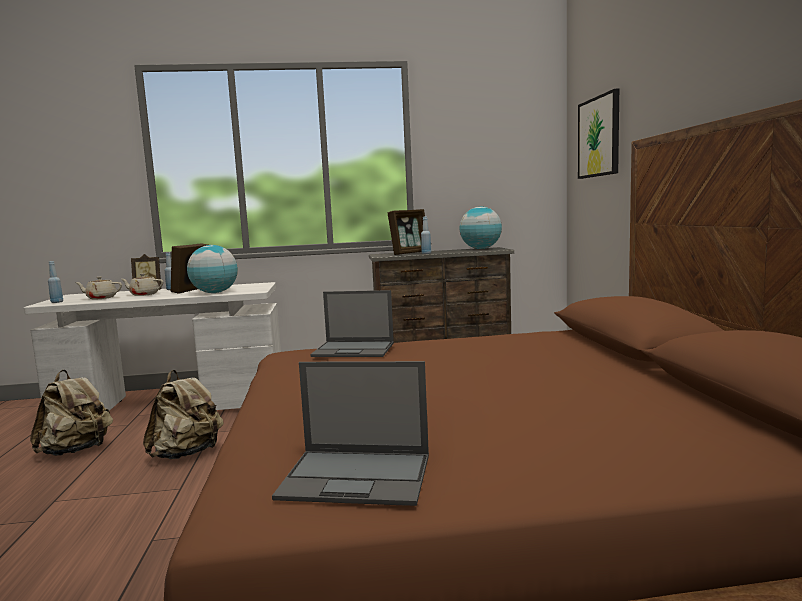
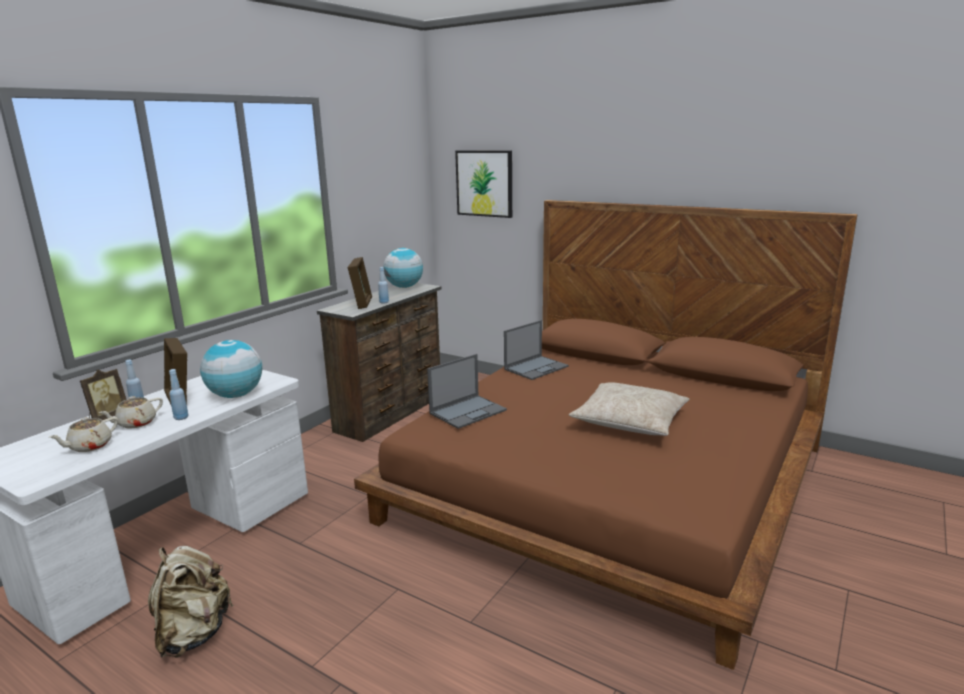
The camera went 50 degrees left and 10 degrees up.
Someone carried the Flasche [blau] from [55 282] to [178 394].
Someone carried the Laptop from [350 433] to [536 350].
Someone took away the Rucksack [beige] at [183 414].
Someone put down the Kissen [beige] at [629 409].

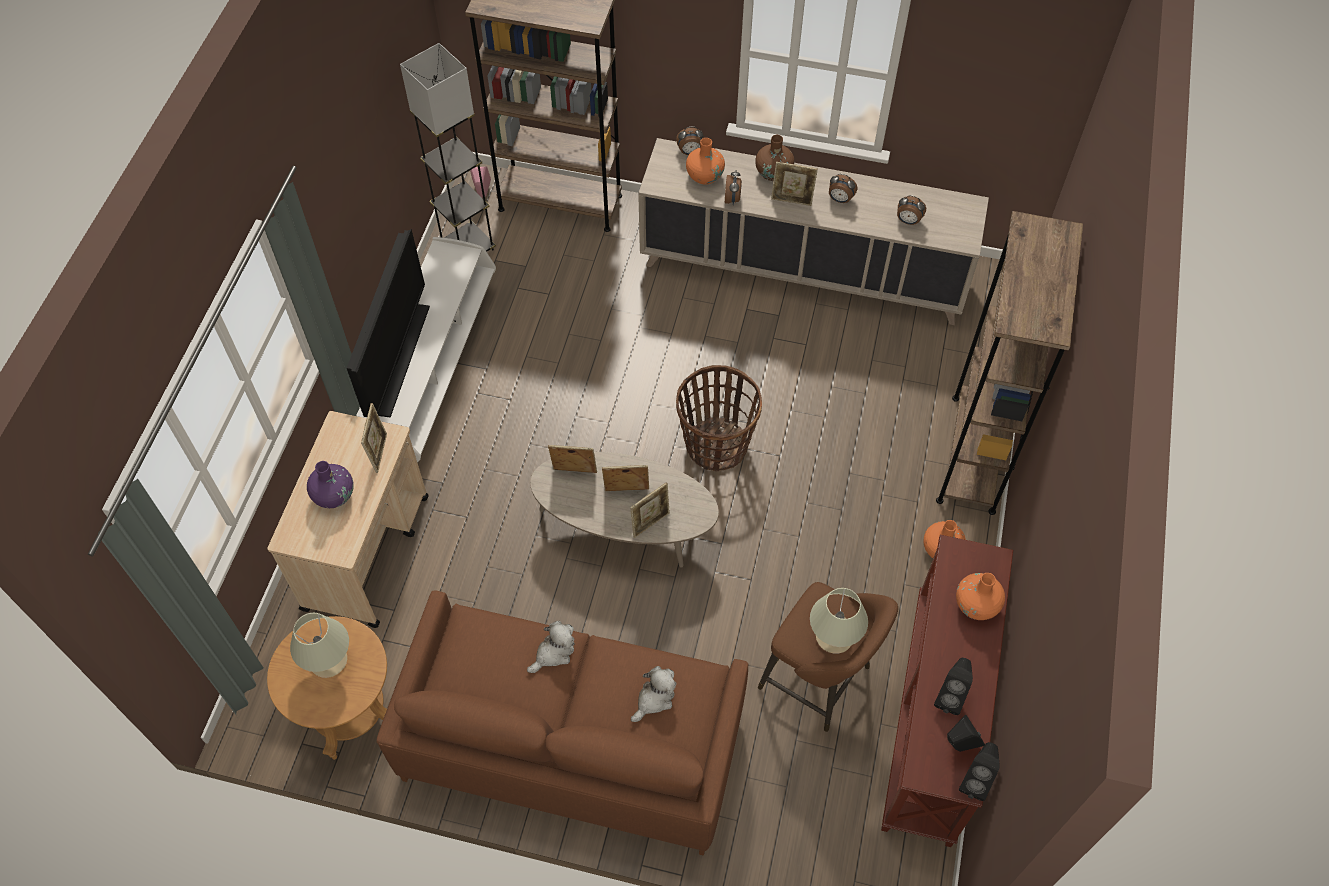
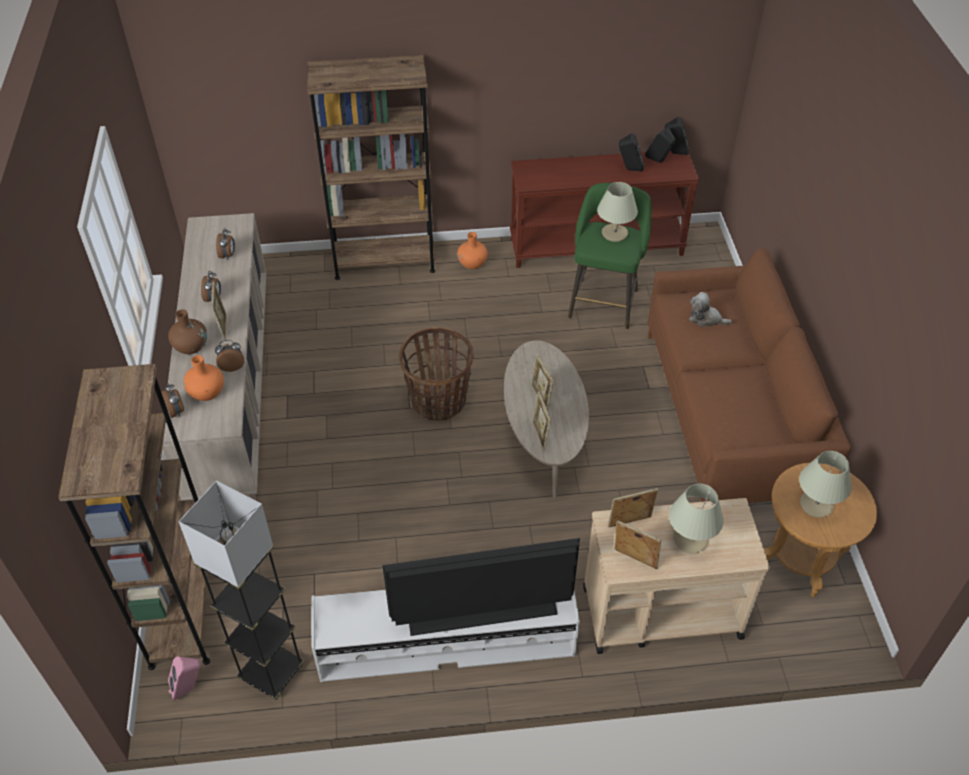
The camera went 110 degrees left and 10 degrees down.
Someone swapped the Vase [lila] at [330 484] for the Tischlampe [beige] at [696 519].
Someone carried the Bilderrahmen from [650 510] to [637 545].
Someone took away the Vase [orange] at [980 596].
Someone repainted the Hocker [braun] at [828 657], which became the Hocker [grün] at [610 256].
Someone took away the Plüschtier at [551 647].

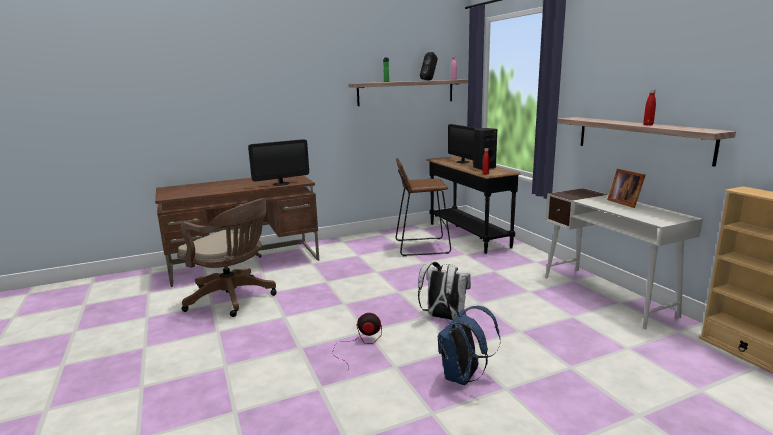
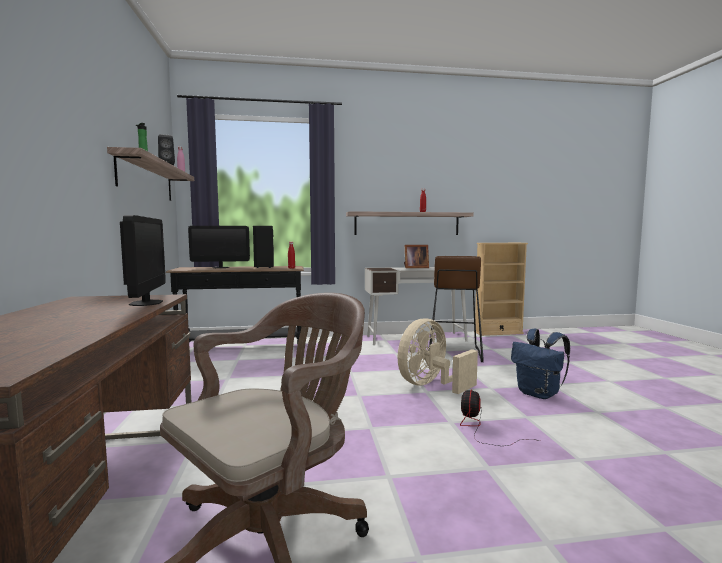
The camera went 75 degrees left and 10 degrees down.
Someone carried the Hocker [braun] from [423 207] to [456 309].
Someone swapped the Rucksack [weiß] at [444 290] for the Ventilator [beige] at [438 356].

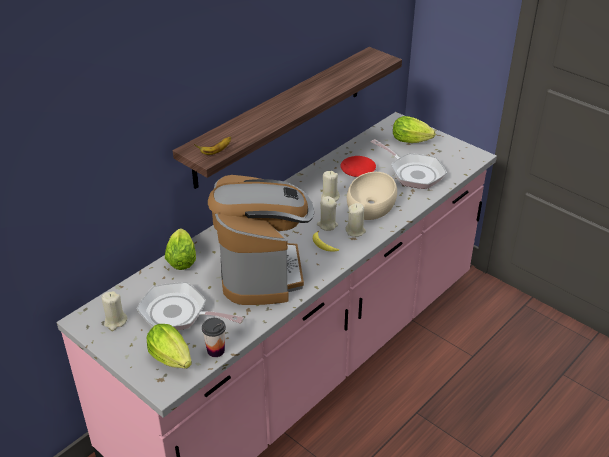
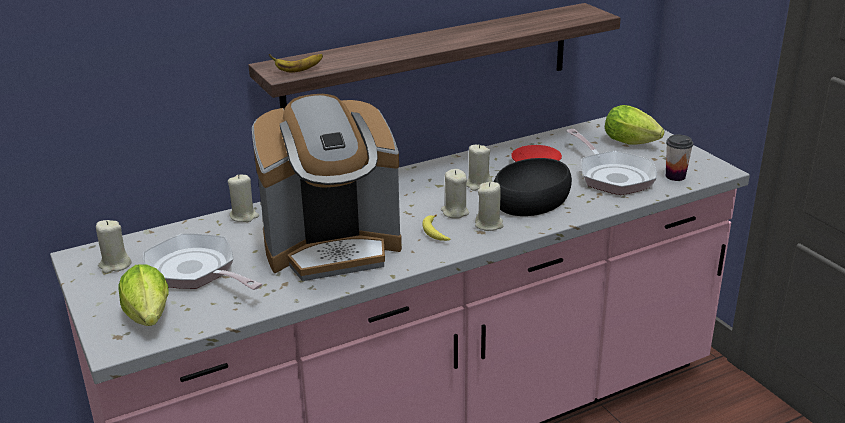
The camera went 20 degrees right and 10 degrees down.
Someone repainted the Schüssel [beige] at [372 196], which became the Schüssel [schwarz] at [533 187].
Someone rotated the Kaffeemaschine at [261 240] by 60 degrees clockwise.
Someone swapped the Salatkopf at [180 249] for the Kerze [beige] at [243 198].
Someone carried the Tasse from [214 337] to [679 158].

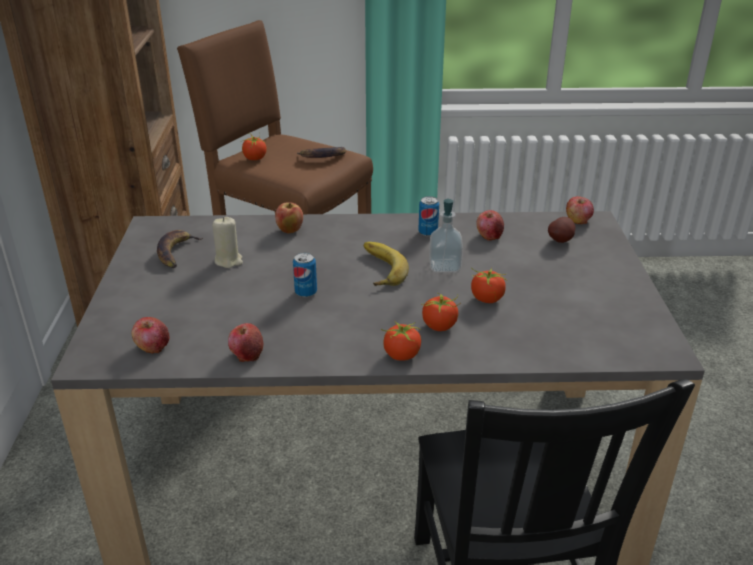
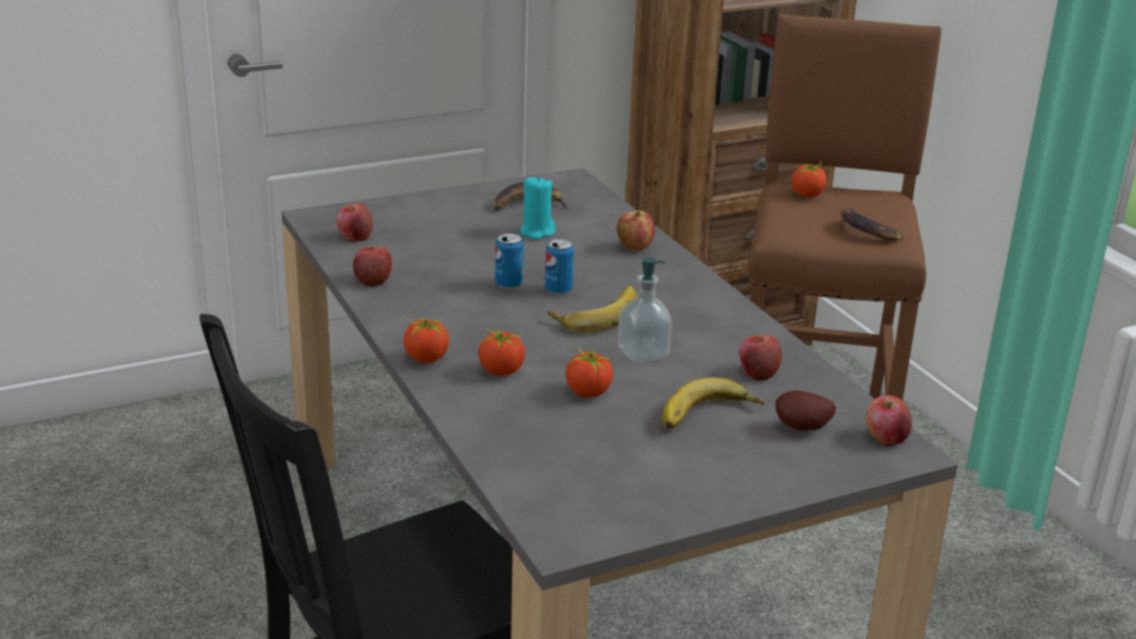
The camera went 65 degrees right and 5 degrees down.
Someone carried the Dose from [428 216] to [559 267].
Someone repainted the Kerze [beige] at [227 242], which became the Kerze [türkis] at [538 208].
Someone put down the Banane at [713 403].

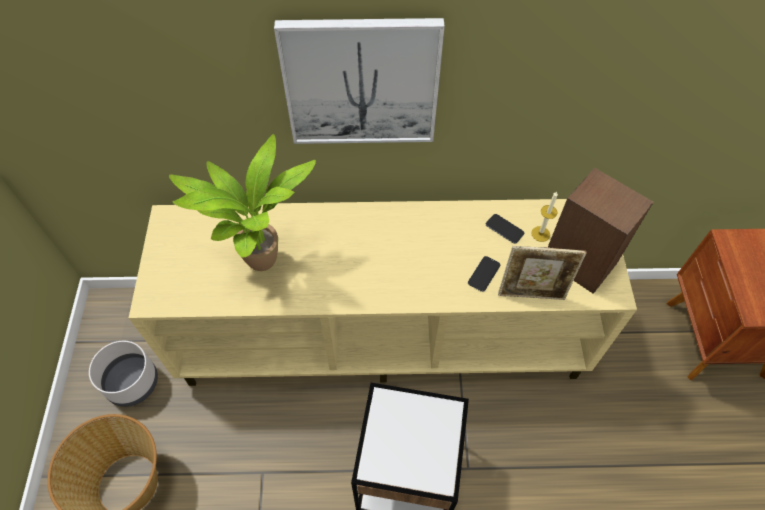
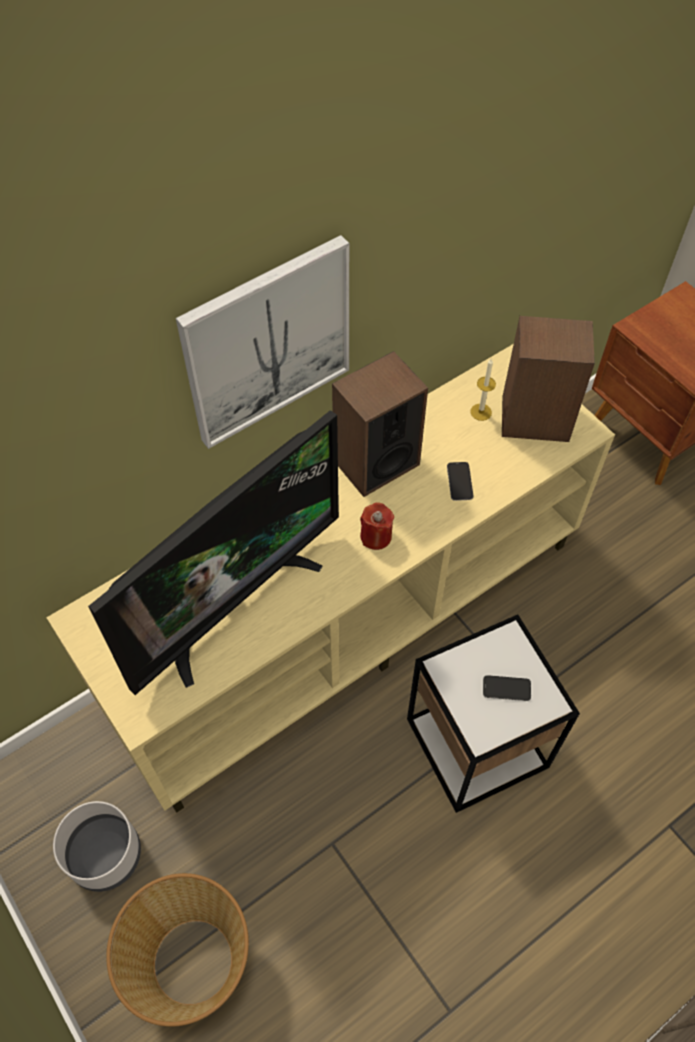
The camera went 35 degrees left and 0 degrees up.
Someone swapped the Topfpflanze at [242 202] for the Fernseher at [213 552].
Someone carried the Handy from [505 229] to [507 688].
Someone took away the Bilderrahmen at [542 273].
Someone put down the Lautsprecher at [380 424].
Someone put down the Kerze [rot] at [377 526].

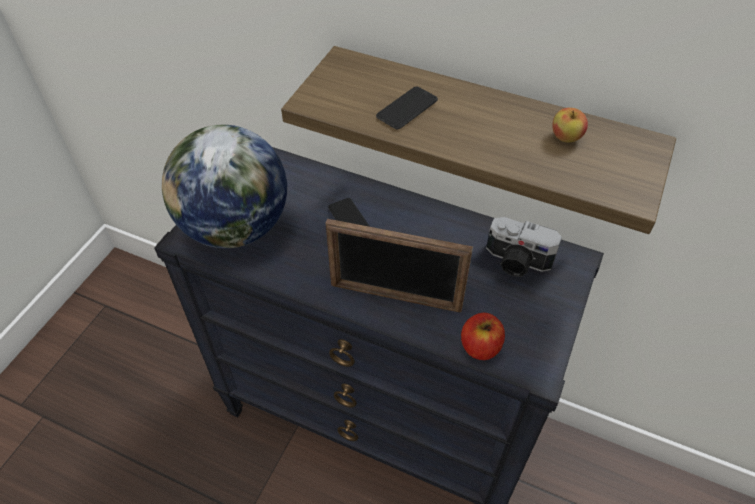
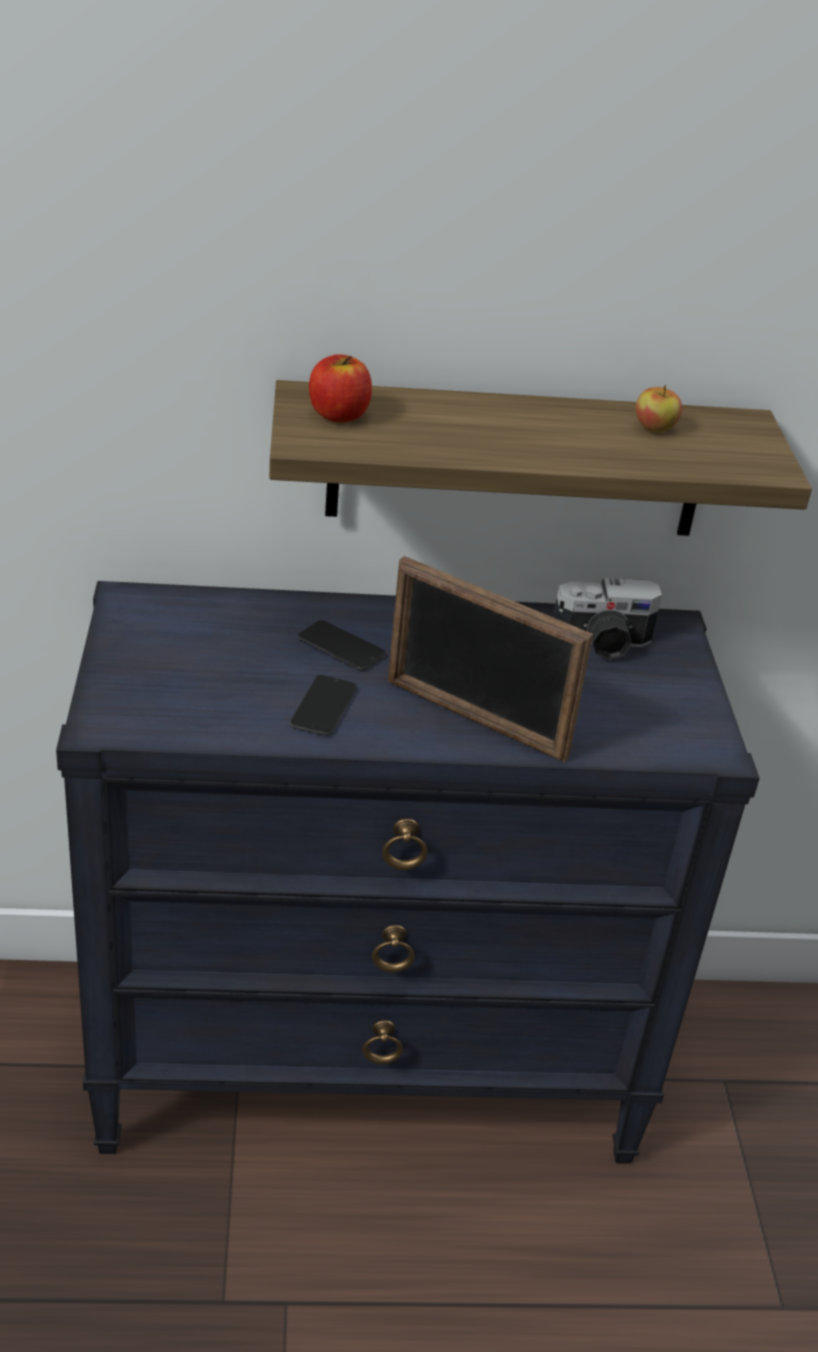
The camera went 30 degrees left and 15 degrees down.
Someone carried the Handy from [407 107] to [323 705].
Someone took away the Globus at [224 186].
Someone rotated the Bilderrahmen at [399 265] by 45 degrees clockwise.
Someone carried the Apfel from [483 336] to [340 388].

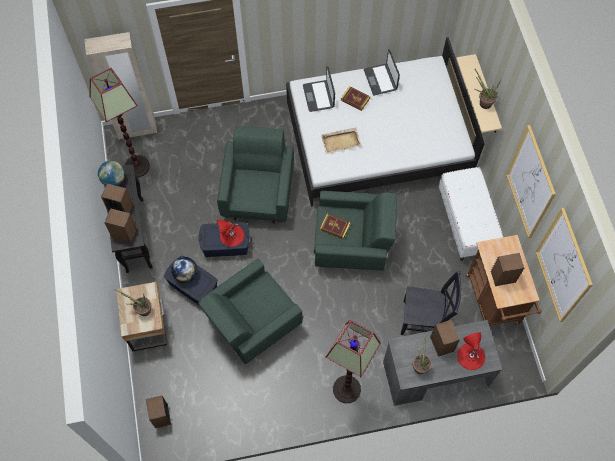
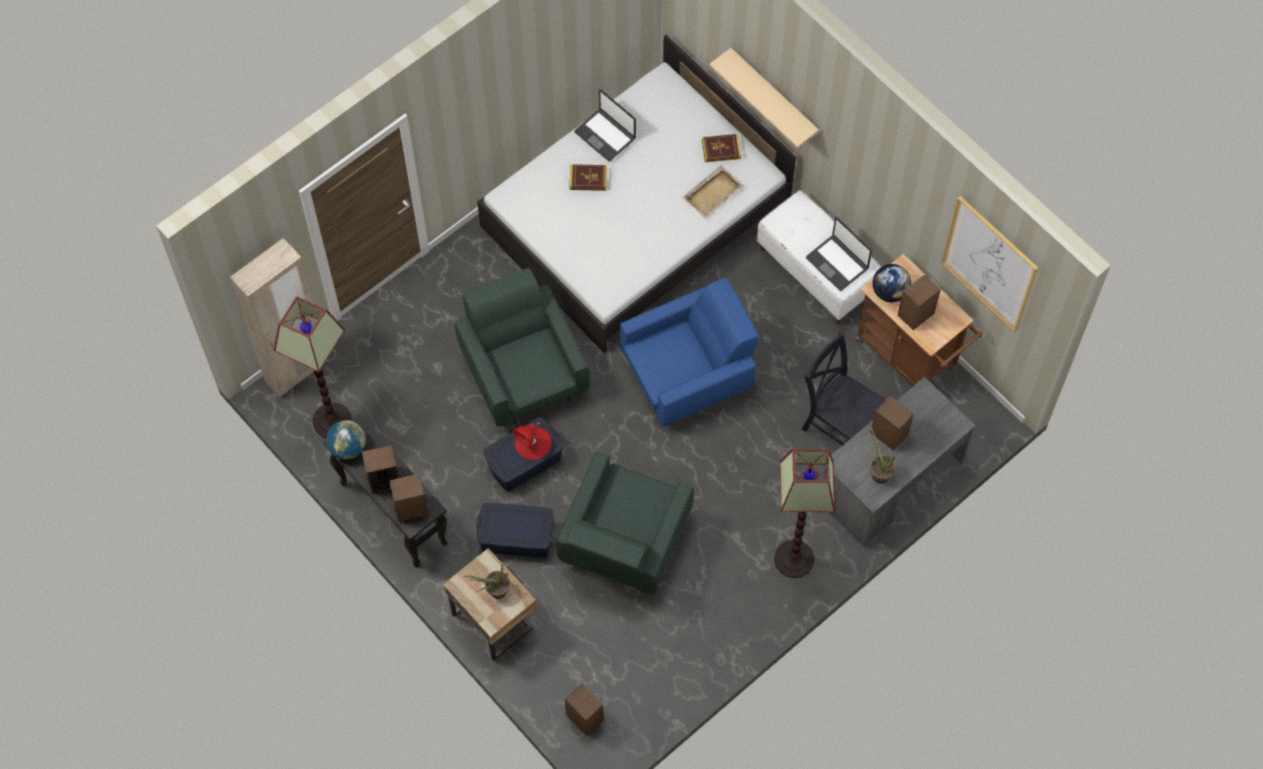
The camera went 30 degrees left and 0 degrees up.
Someone carried the Laptop from [319 89] to [839 254].
Someone took away the Topfpflanze at [487 88].
Someone took away the Bild at [531 181].
Someone carried the Tablett [beige] from [341 141] to [713 192].
Someone repainted the Sessel [grün] at [355 230], which became the Sessel [blau] at [689 352].
Someone carried the Buch from [335 226] to [721 148].
Someone carried the Globus from [184 270] to [892 283].
Someone rotated the Stuhl [schwarz] at [431 303] by 120 degrees counterclockwise.
Someone took away the Tischlampe [rot] at [471 351].

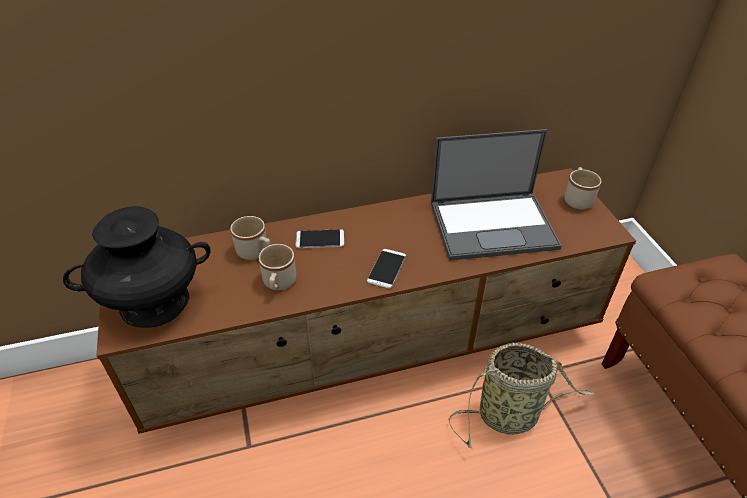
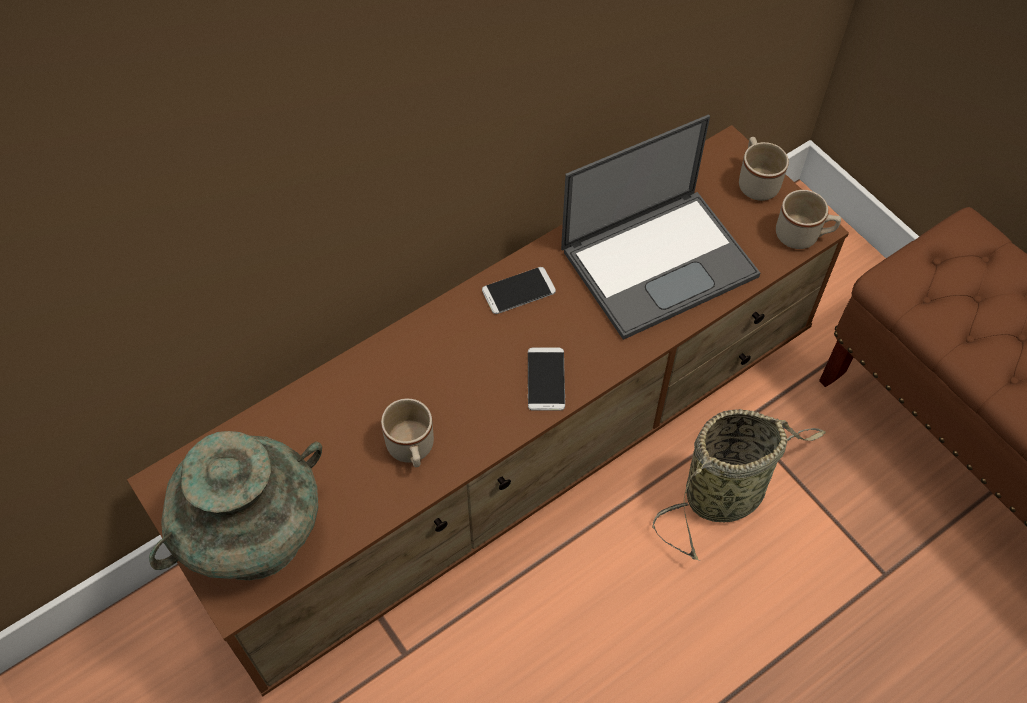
The camera went 20 degrees left and 15 degrees up.
Someone repainted the Vase [schwarz] at [137 267], which became the Vase [türkis] at [235 505].
Someone carried the Henkelbecher [beige] from [250 238] to [808 219].
Someone carried the Handy from [320 238] to [519 290].

